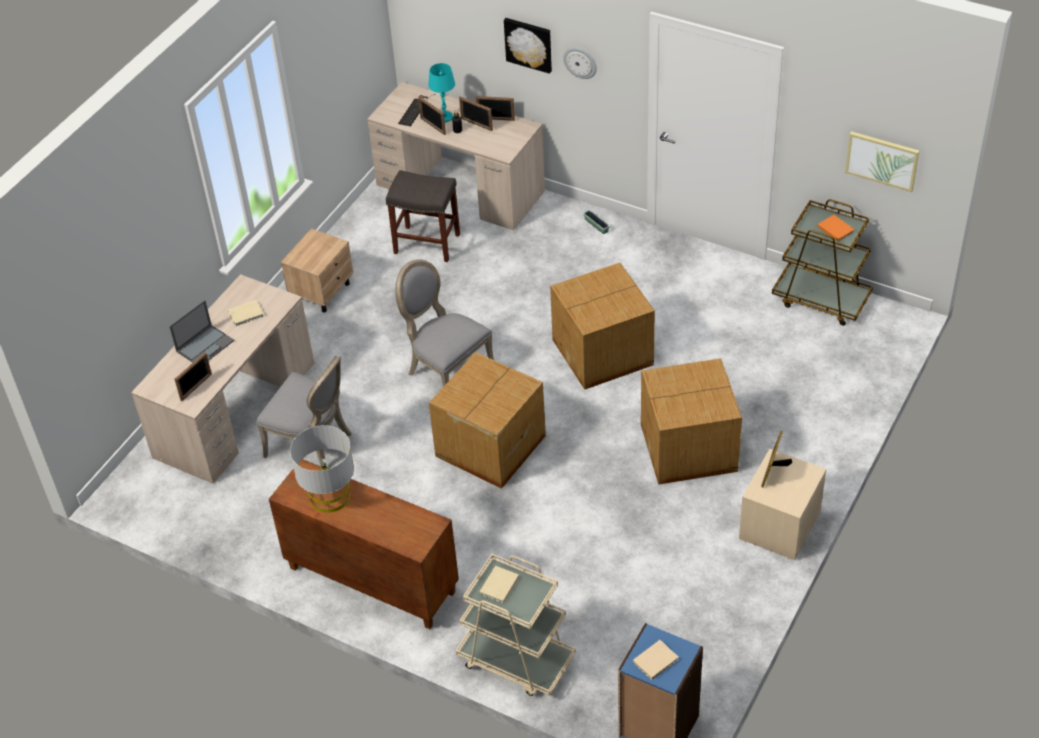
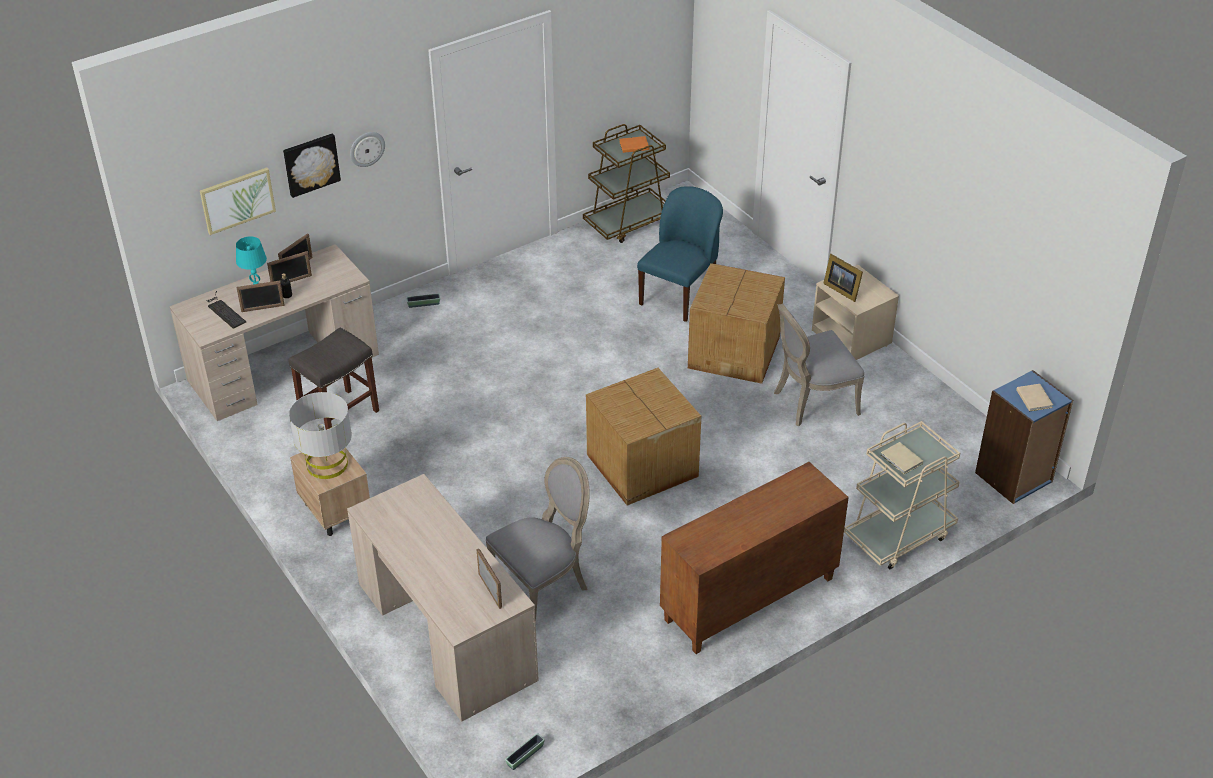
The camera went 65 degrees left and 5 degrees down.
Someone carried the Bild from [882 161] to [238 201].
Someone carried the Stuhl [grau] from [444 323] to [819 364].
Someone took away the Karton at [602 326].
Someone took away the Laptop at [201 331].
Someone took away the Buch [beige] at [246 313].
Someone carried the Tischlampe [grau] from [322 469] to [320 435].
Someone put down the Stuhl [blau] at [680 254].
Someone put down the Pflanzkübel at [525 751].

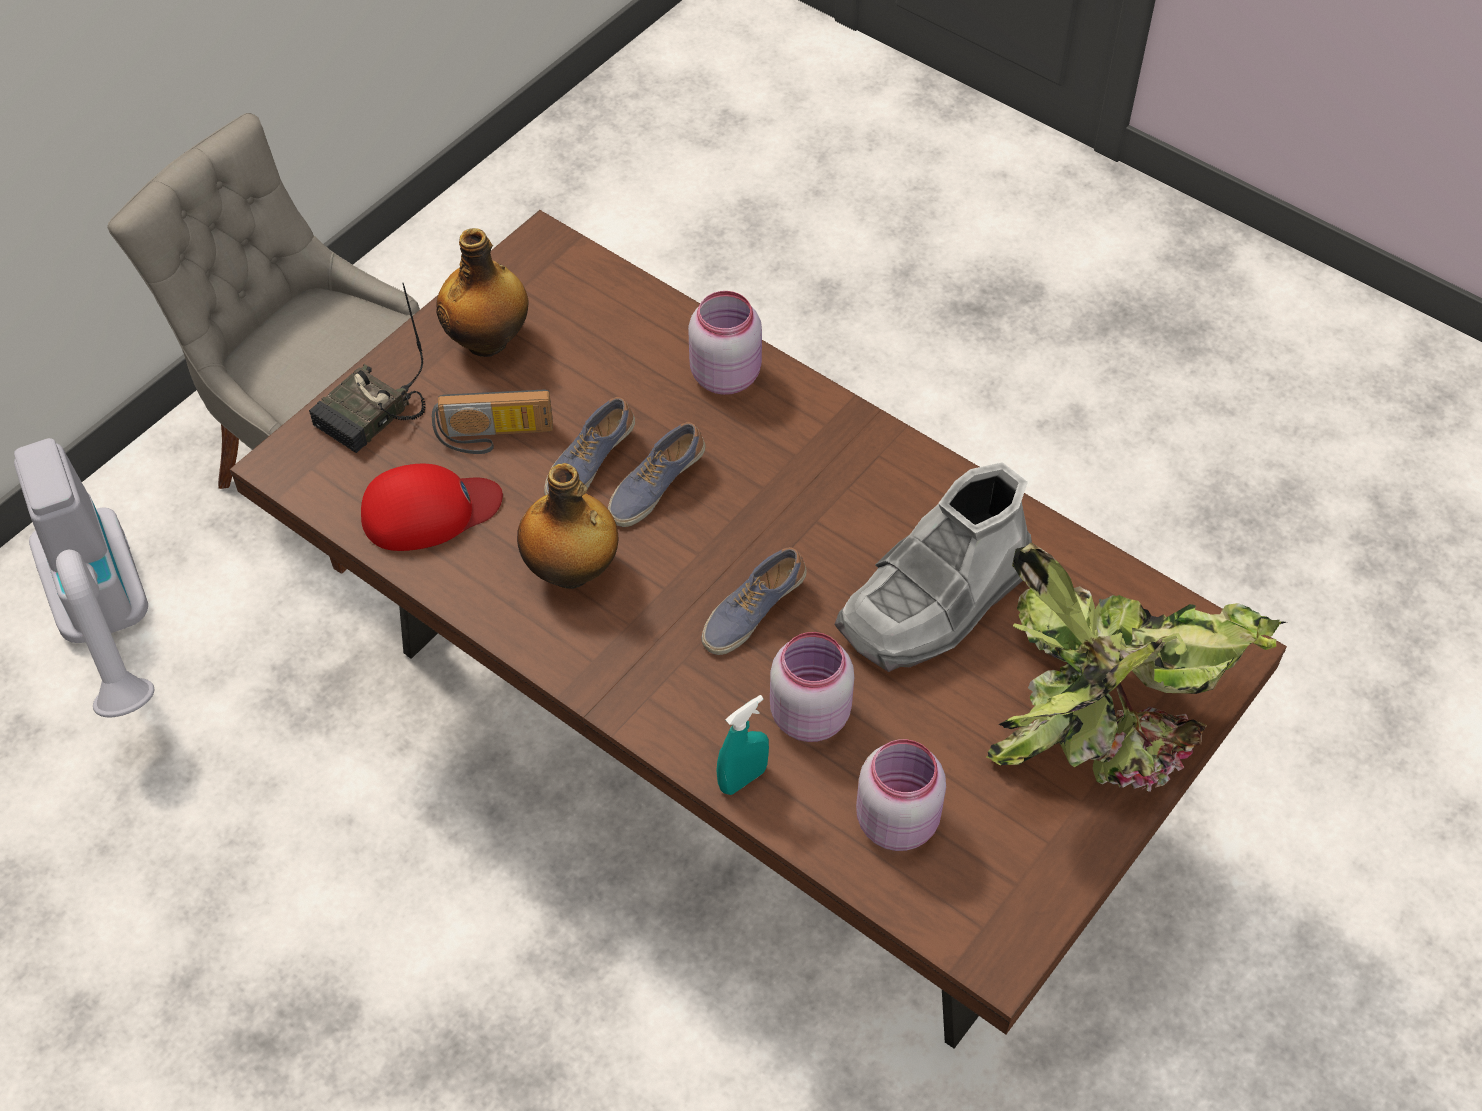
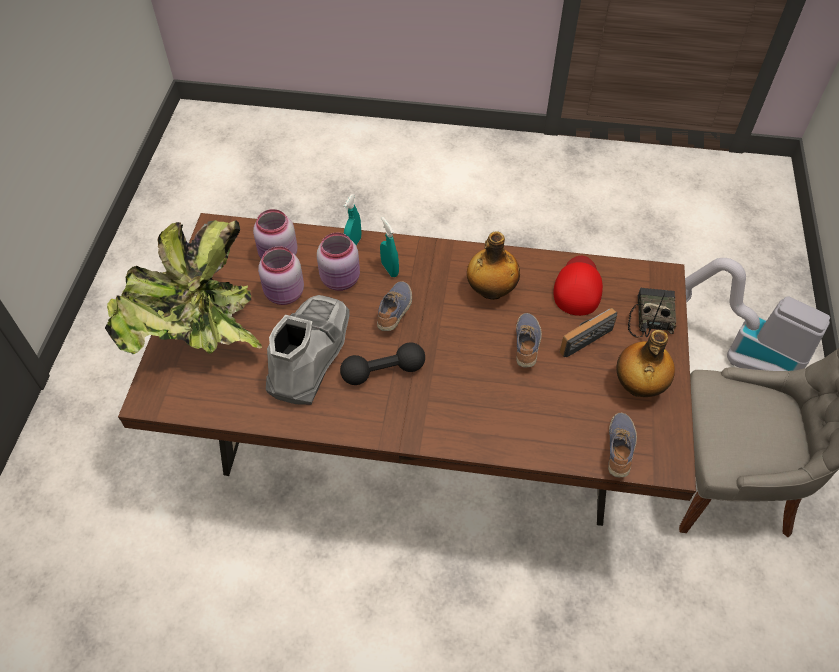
The camera went 150 degrees right and 0 degrees up.
Someone carried the Vorratsglas [rosa] from [725 343] to [281 275].
Someone carried the Schuh from [656 474] to [622 445].
Someone rotated the Kappe [rot] at [432 507] by 150 degrees clockwise.
Someone put down the Sprühflasche [türkis] at [389 247].
Someone put down the Hantel [schwarz] at [382 364].

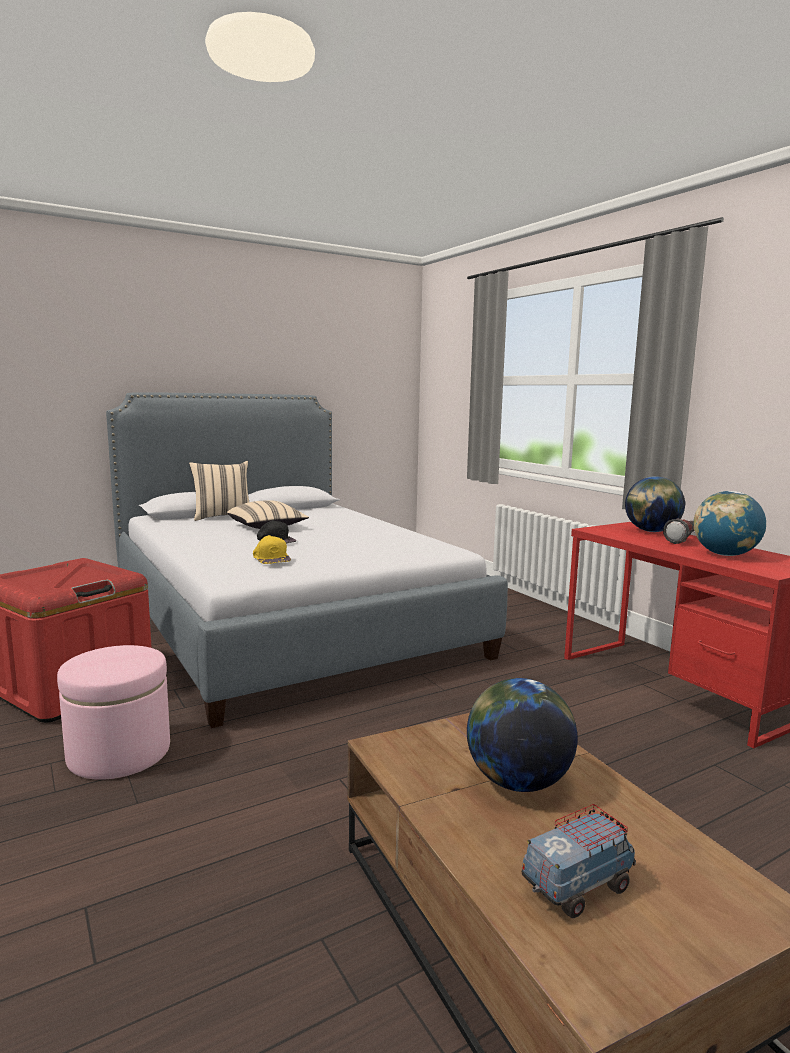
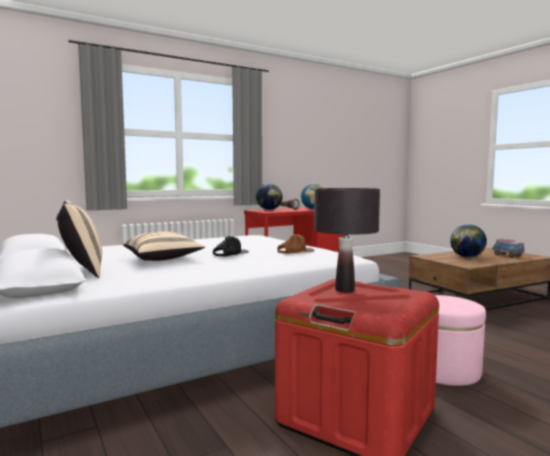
The camera went 90 degrees left and 5 degrees down.
Someone repainted the Kappe [gelb] at [272 549], which became the Kappe [braun] at [295 244].
Someone put down the Tischlampe [schwarz] at [347 240].

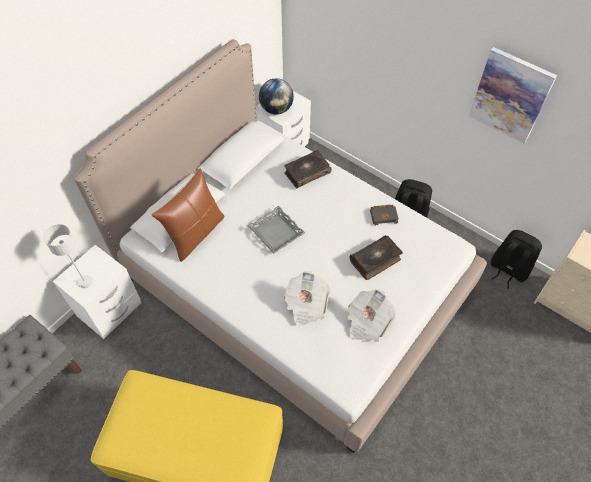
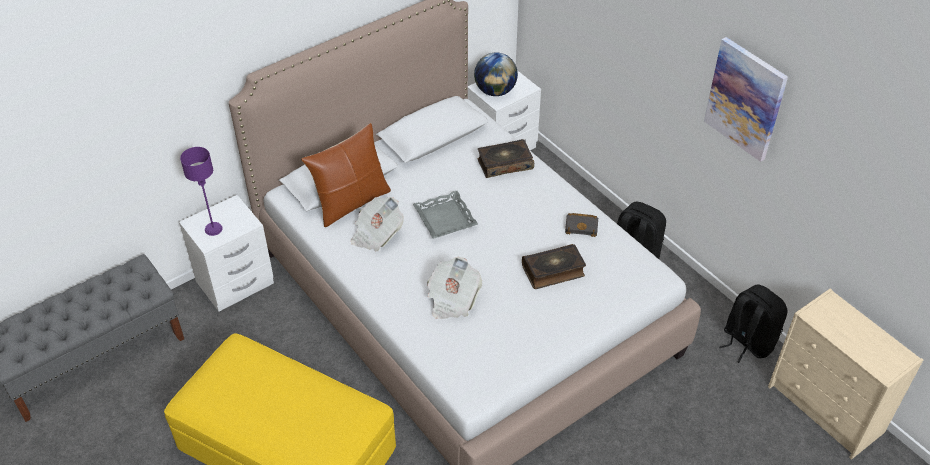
The camera went 15 degrees right and 10 degrees down.
Someone repainted the Tischlampe [grau] at [68 256], which became the Tischlampe [lila] at [201 191].
Someone carried the Zeitung from [371 315] to [377 224].

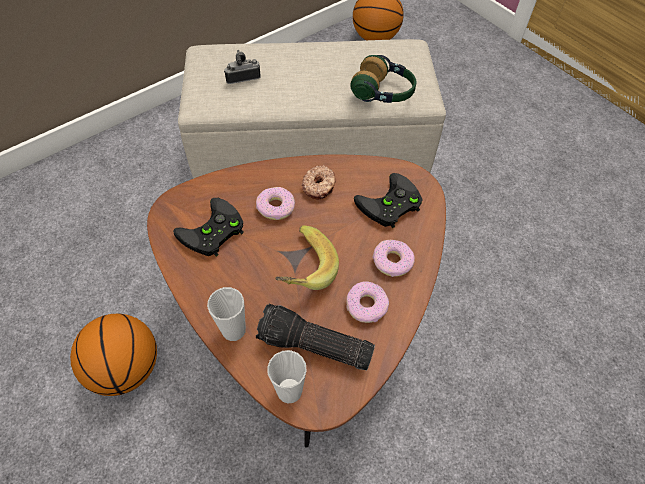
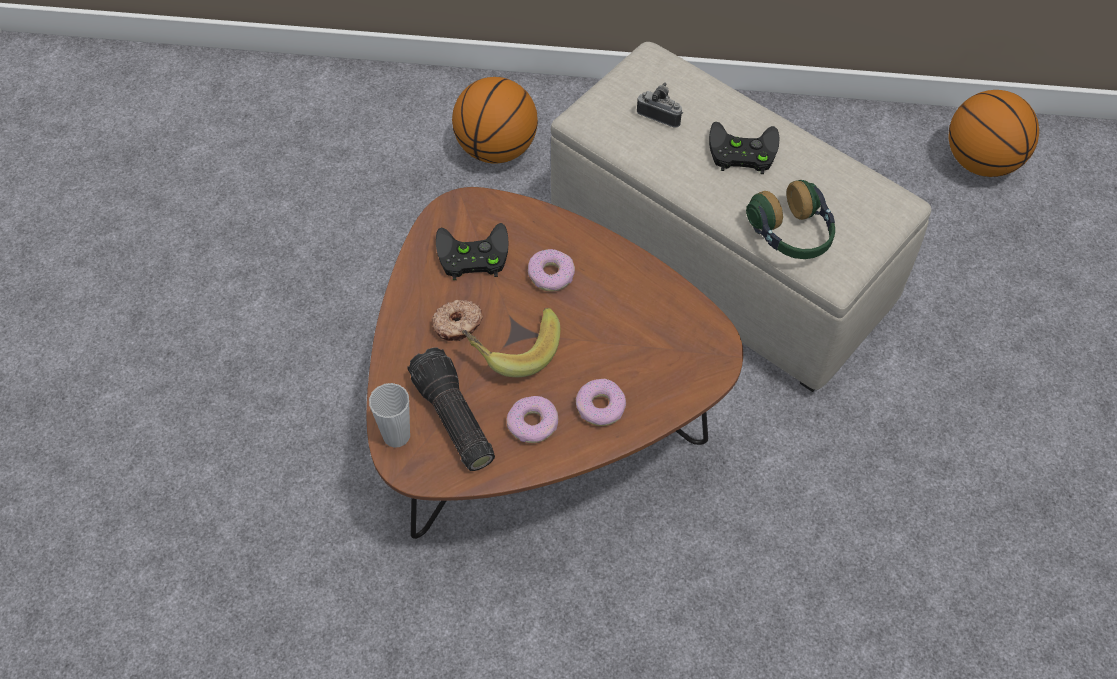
The camera went 45 degrees right and 0 degrees up.
Someone carried the Donut from [319 182] to [457 320].
Someone carried the Gamepad [schwarz] from [388 200] to [744 148].
Someone took away the Tasse at [226 314].
Someone carried the Basketball from [113 354] to [495 120].

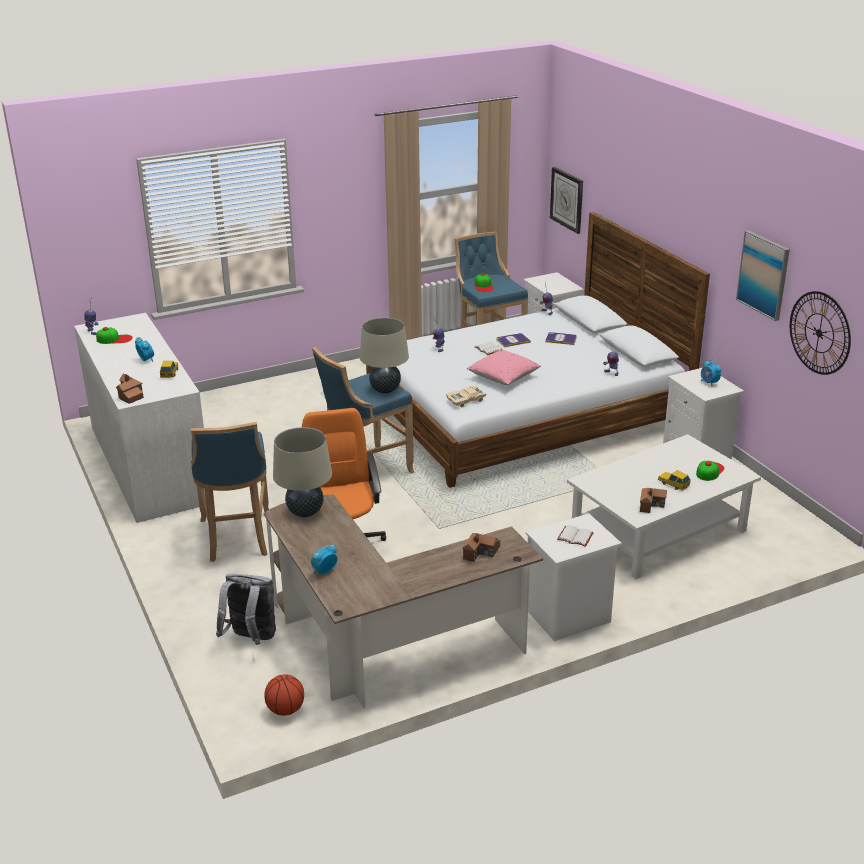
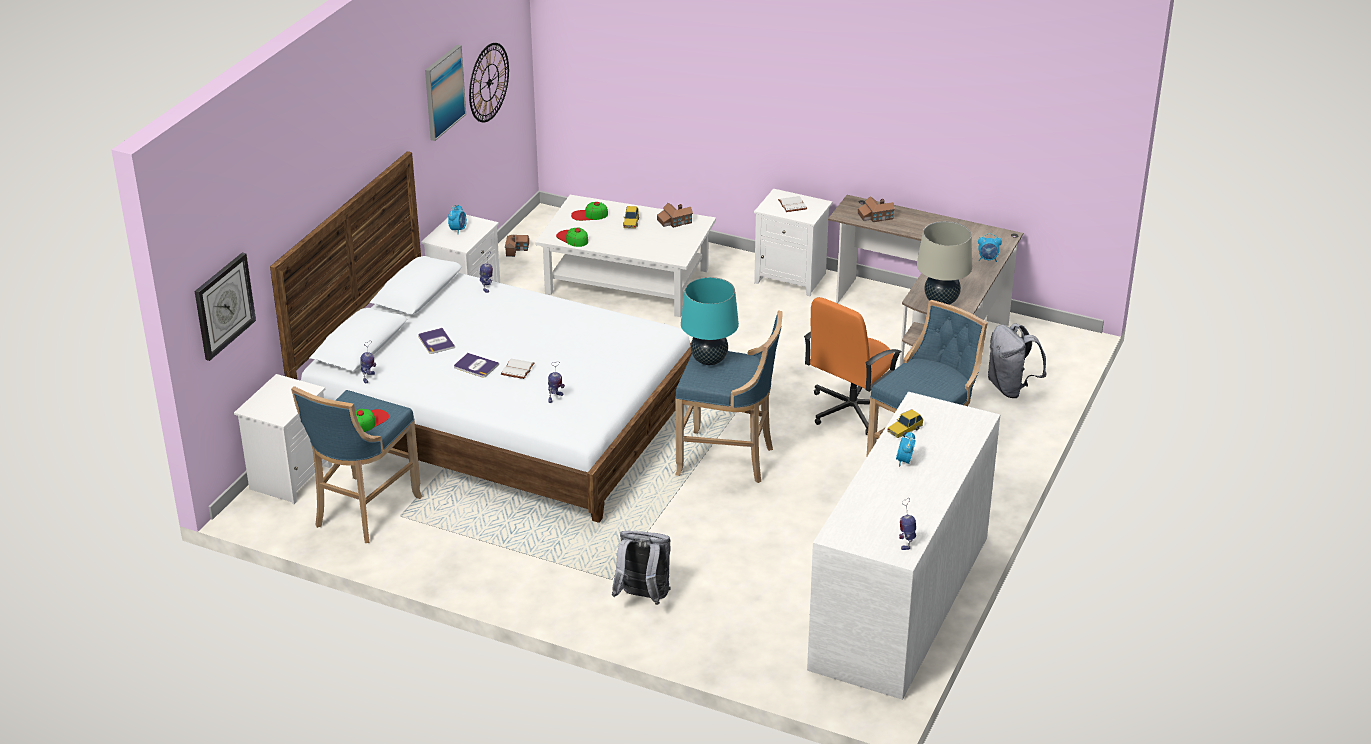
The camera went 130 degrees left and 5 degrees up.
Someone repainted the Tischlampe [beige] at [384 355], which became the Tischlampe [türkis] at [710 321].
Someone carried the Kappe from [114 335] to [572 237].
Someone took away the Kissen [rosa] at [504 367].
Someone carried the Spielzeughaus from [130 389] to [517 246].
Someone took away the Spielzeugauto [beige] at [466 396].
Someone took away the Basketball at [284 695].
Someone put down the Rucksack [grau] at [641 568].

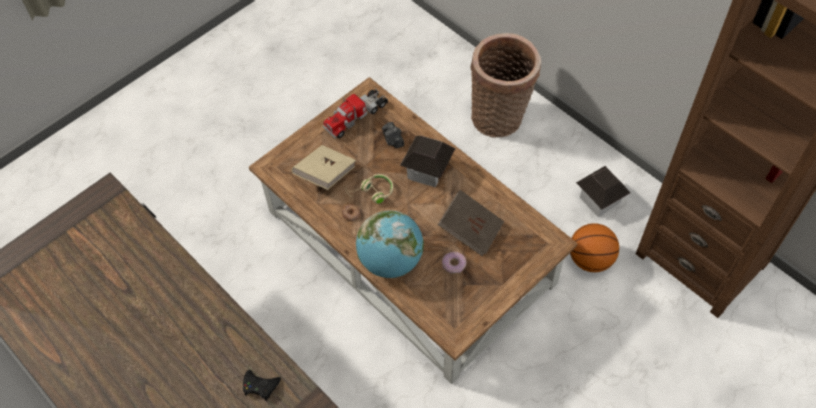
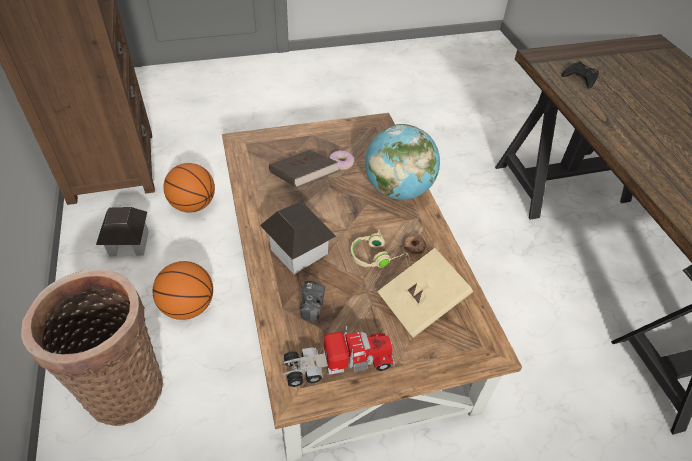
The camera went 155 degrees left and 10 degrees down.
Someone put down the Basketball at [183 290].

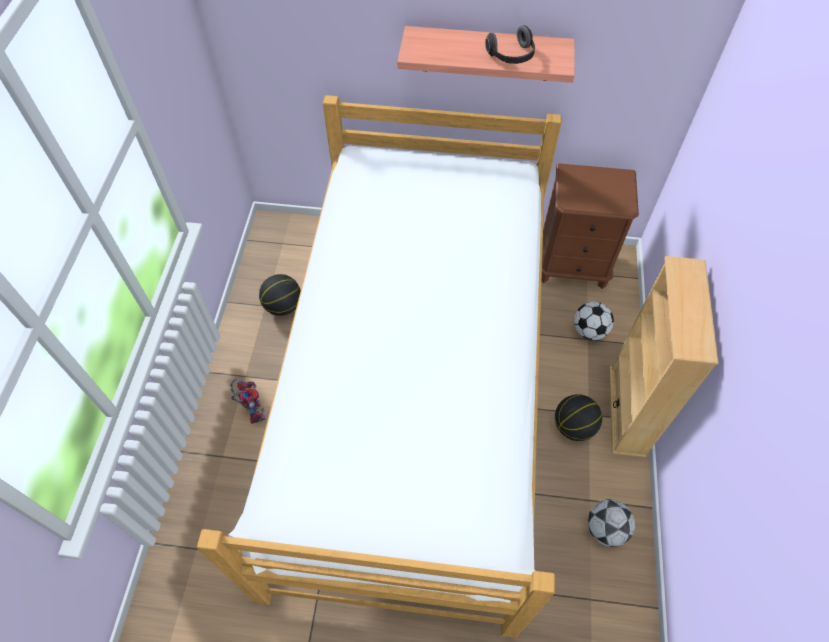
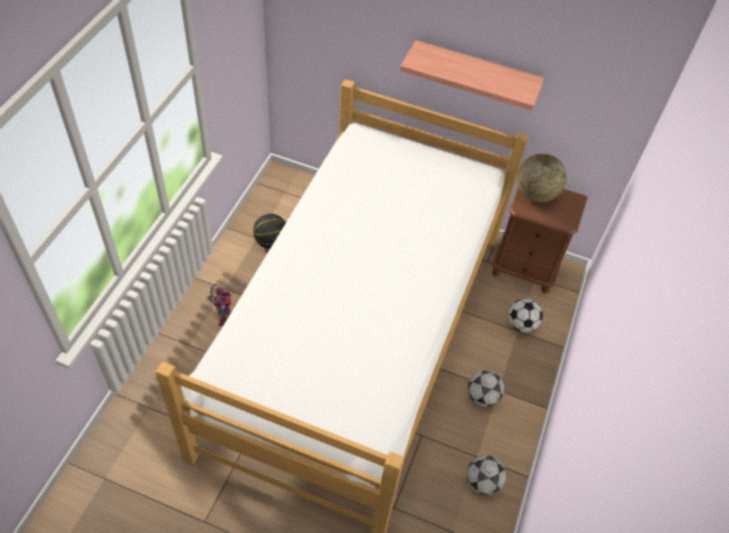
The camera went 10 degrees right and 5 degrees down.
Someone took away the Kopfhörer at [510 44].
Someone took away the Bücherregal [beige] at [664 357].
Someone swapped the Basketball at [578 417] for the Fußball at [486 388].
Someone put down the Globus at [542 177].

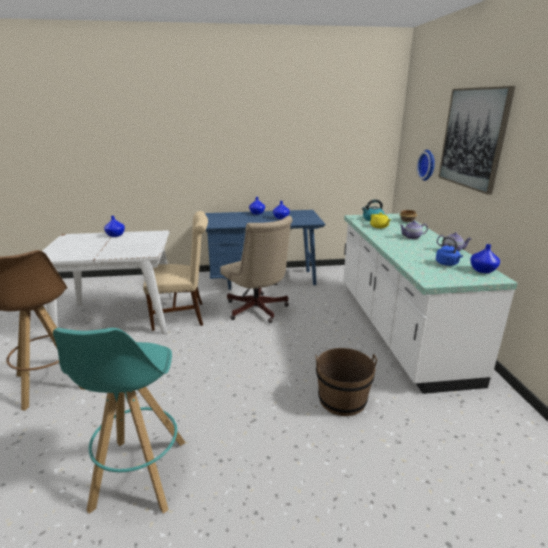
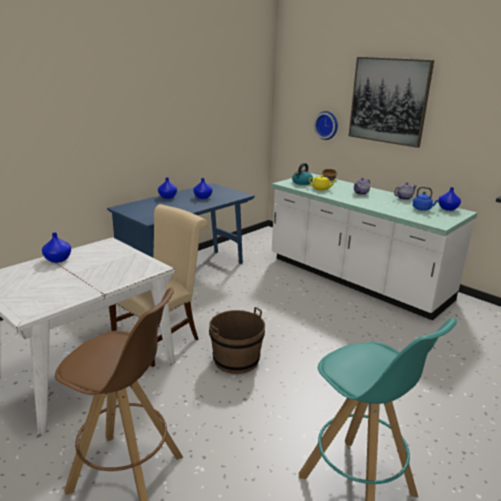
The camera went 40 degrees left and 0 degrees up.
Someone took away the Bürostuhl [beige] at [256 269].
Someone carried the Eimer [braun] from [346 382] to [237 340].

